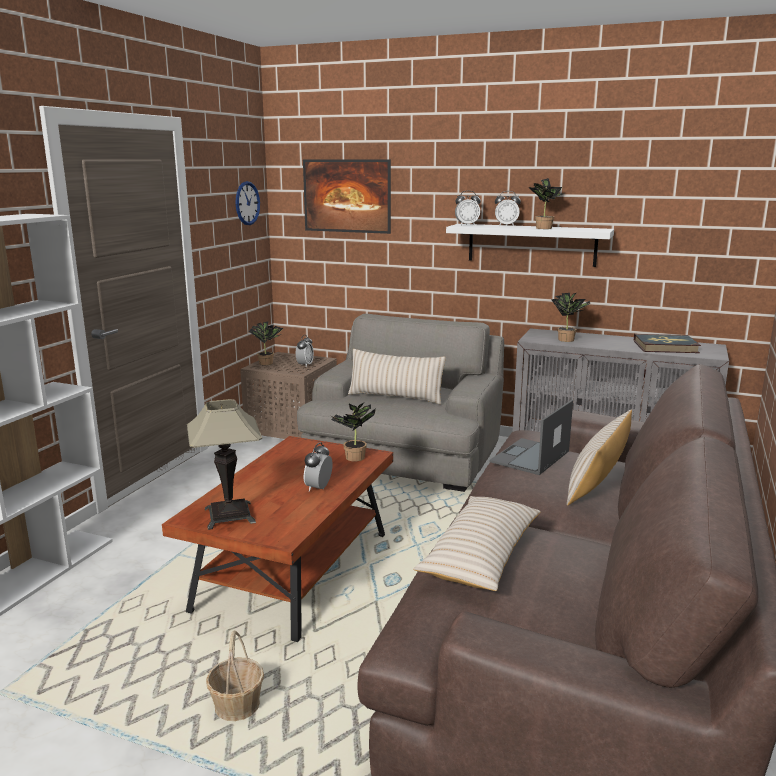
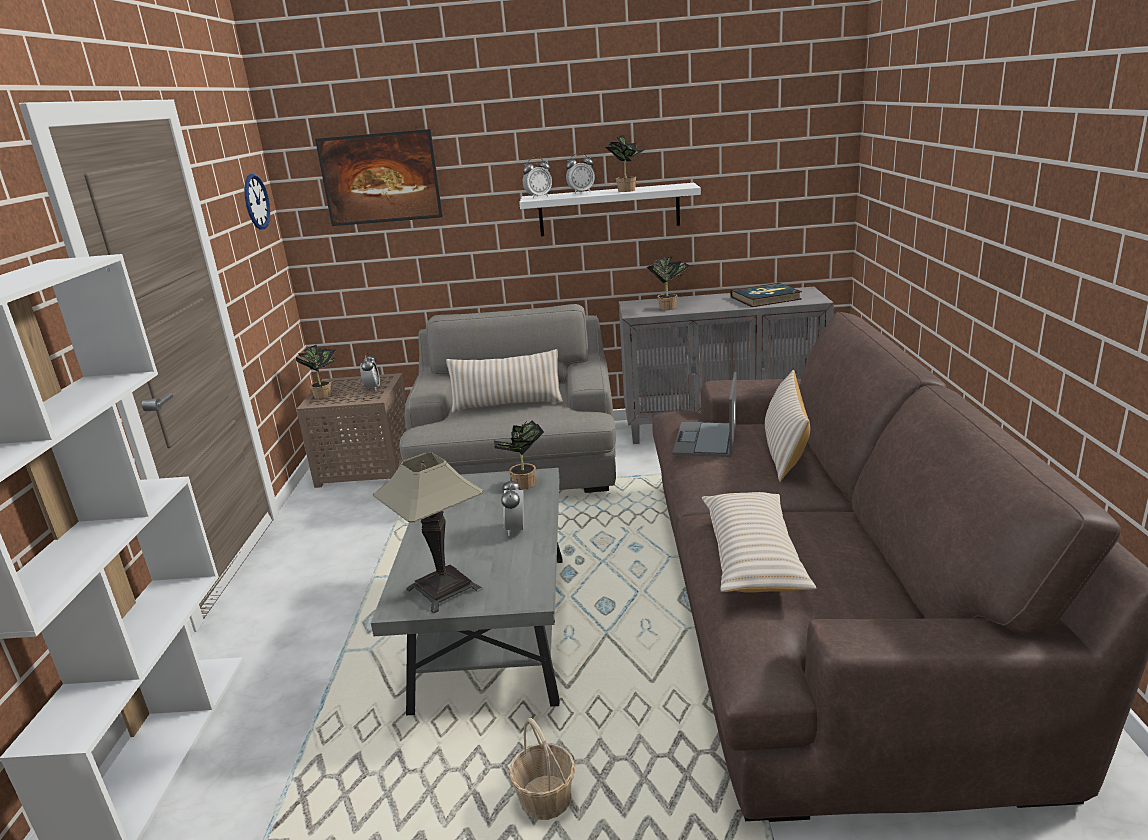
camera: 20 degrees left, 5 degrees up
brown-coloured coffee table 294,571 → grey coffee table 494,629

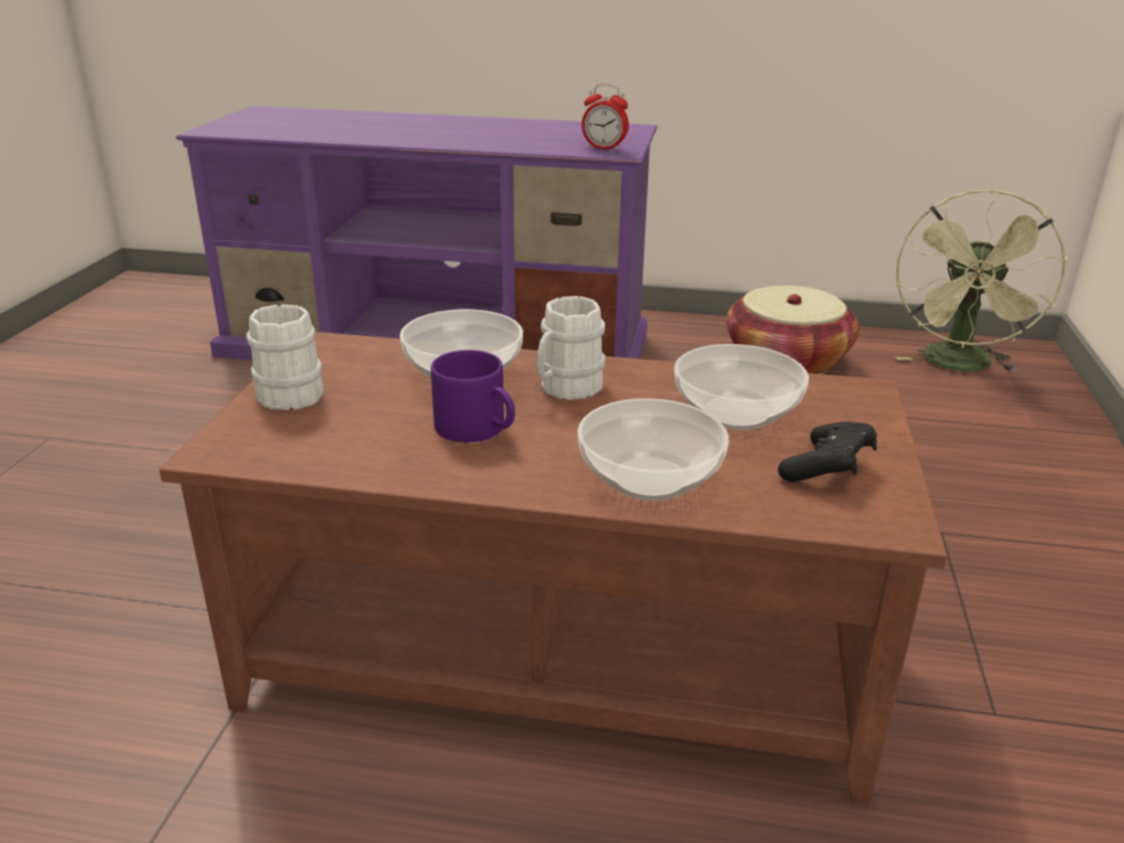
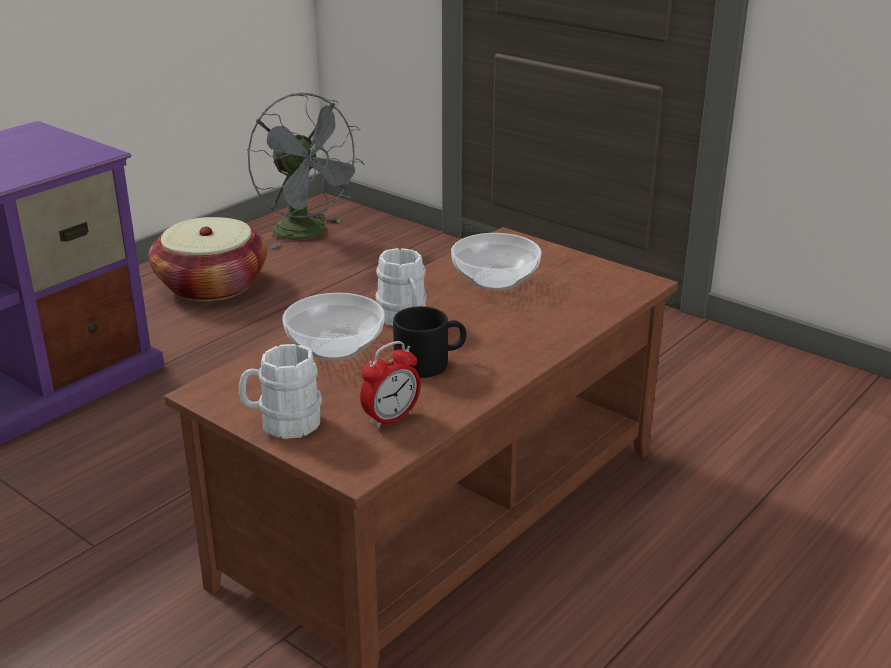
camera: 60 degrees left, 0 degrees up
purple-coloured mug 479,429 → black mug 430,362
bowl 650,480 → -
alarm clock 604,148 → alarm clock 391,418, moved
black game controller 827,470 → -
greenish fan 959,366 → grey fan 309,234

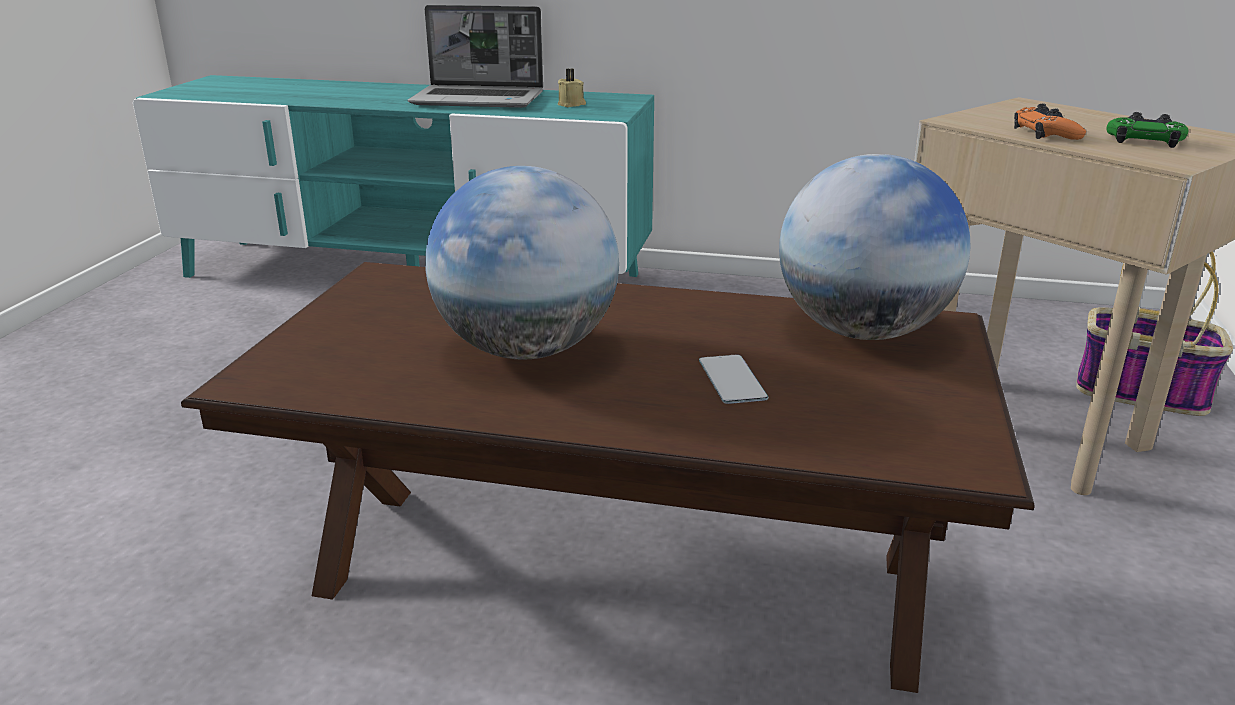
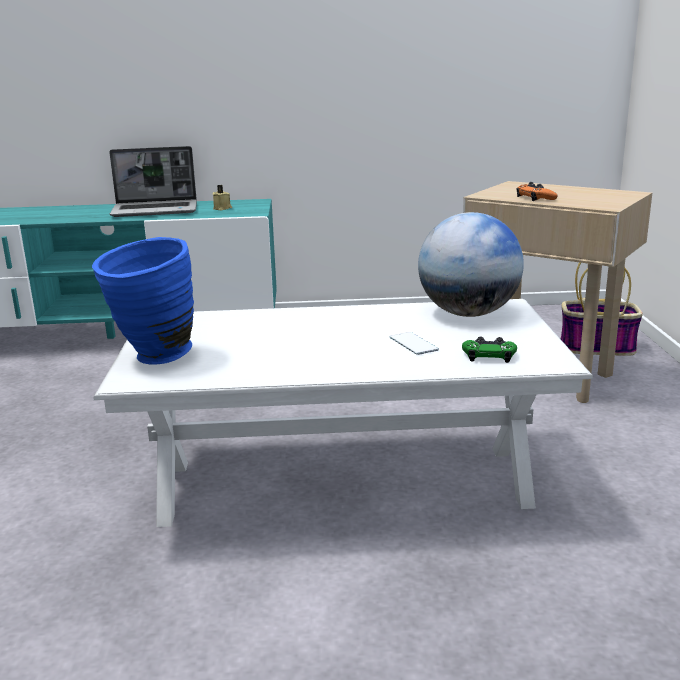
camera: 15 degrees left, 5 degrees down
brown-coloured coffee table 616,577 → white-coloured coffee table 343,484
globe 527,349 → -
greenish game controller 1144,140 → greenish game controller 489,355, moved
- → blue-coloured vase 153,359

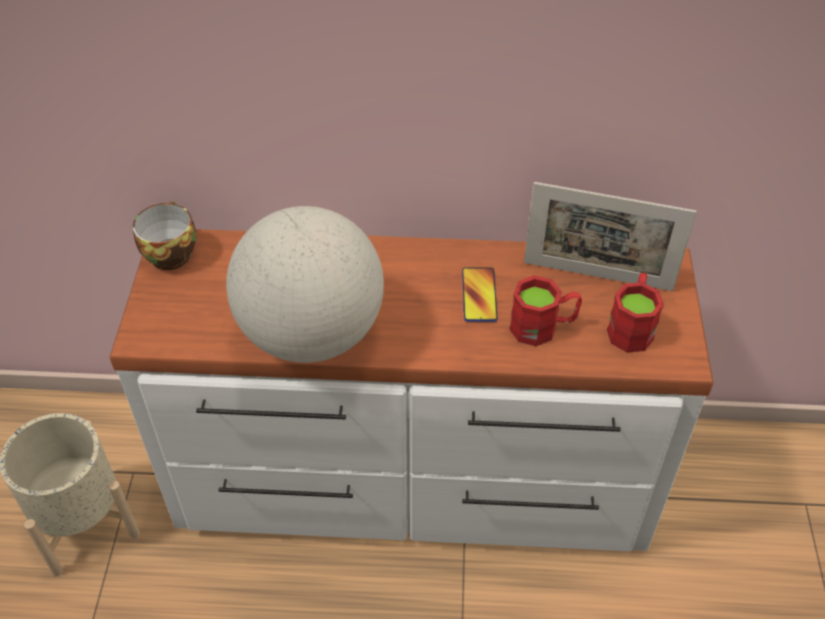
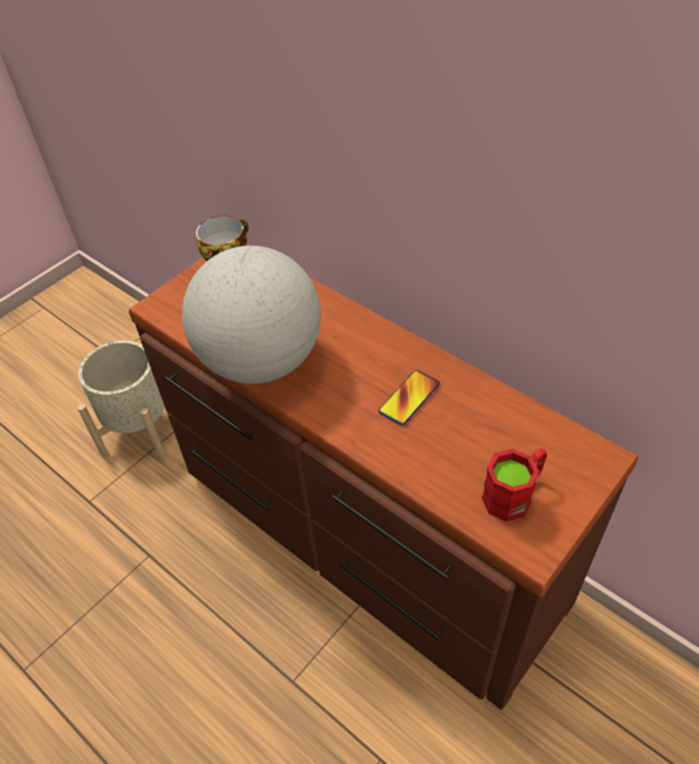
camera: 40 degrees right, 0 degrees up
white-coloured drawer chest 412,481 → brown-coloured drawer chest 362,532
red mug 543,327 → -
picture frame 597,276 → -

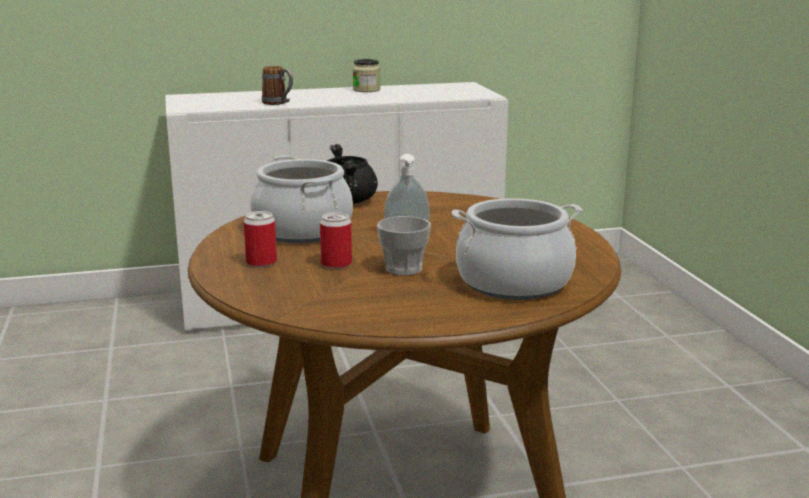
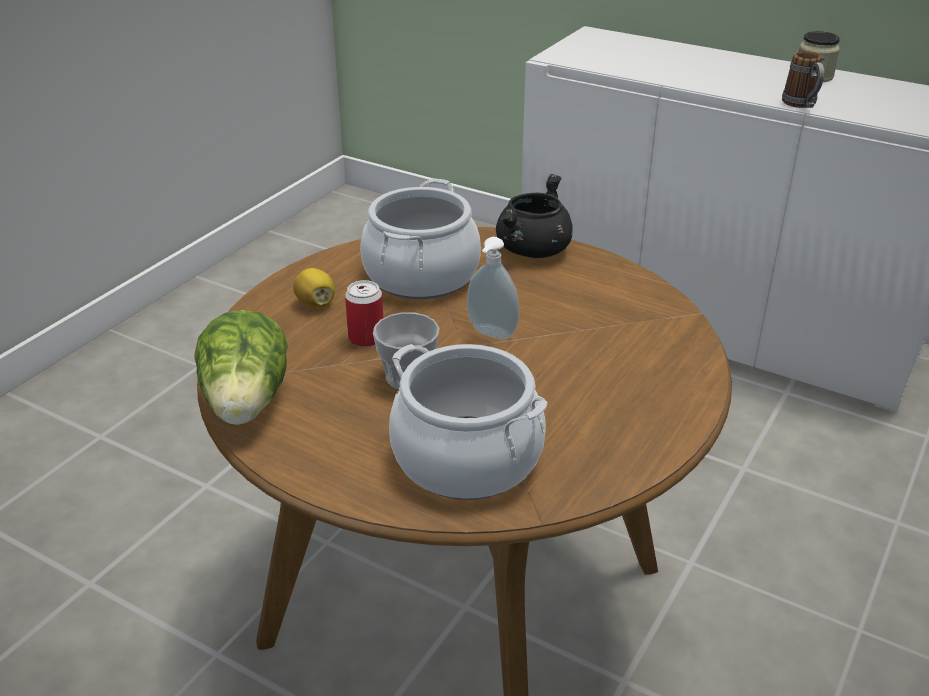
camera: 45 degrees right, 15 degrees up
sealed can 261,262 → citrus fruit 316,303
mug 278,103 → mug 802,105, moved
- → lettuce 247,404

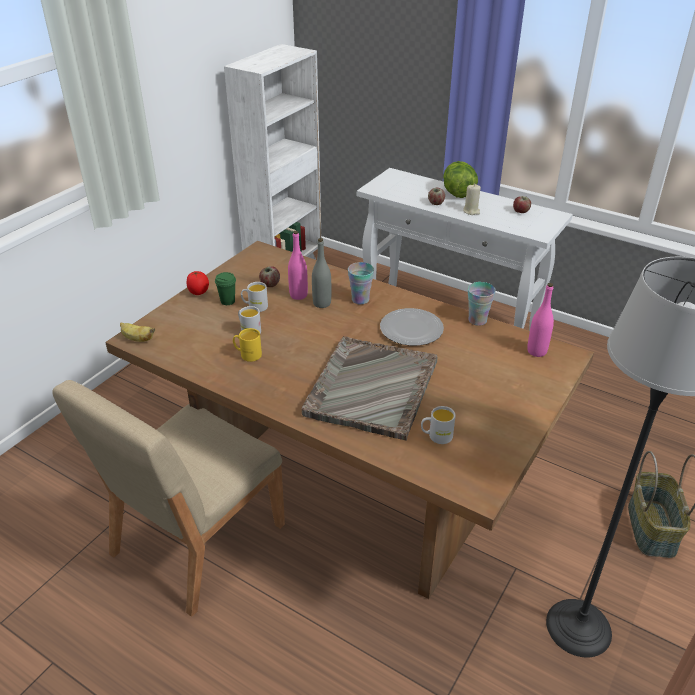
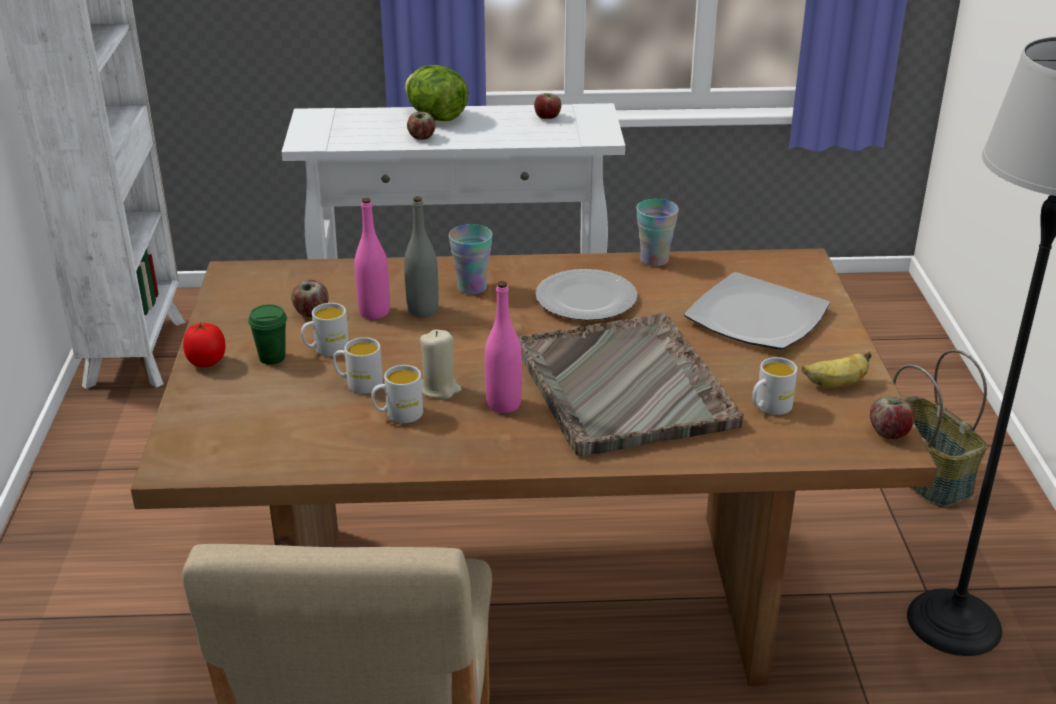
camera: 35 degrees left, 5 degrees down
banana 137,339 → banana 835,384, moved
yellow mug 247,355 → white-coloured mug 398,414
sand-coloured wax candle 471,211 → sand-coloured wax candle 439,388, moved
pink beverage bottle 536,351 → pink beverage bottle 503,404, moved
- → plate 757,318
- → apple 889,433

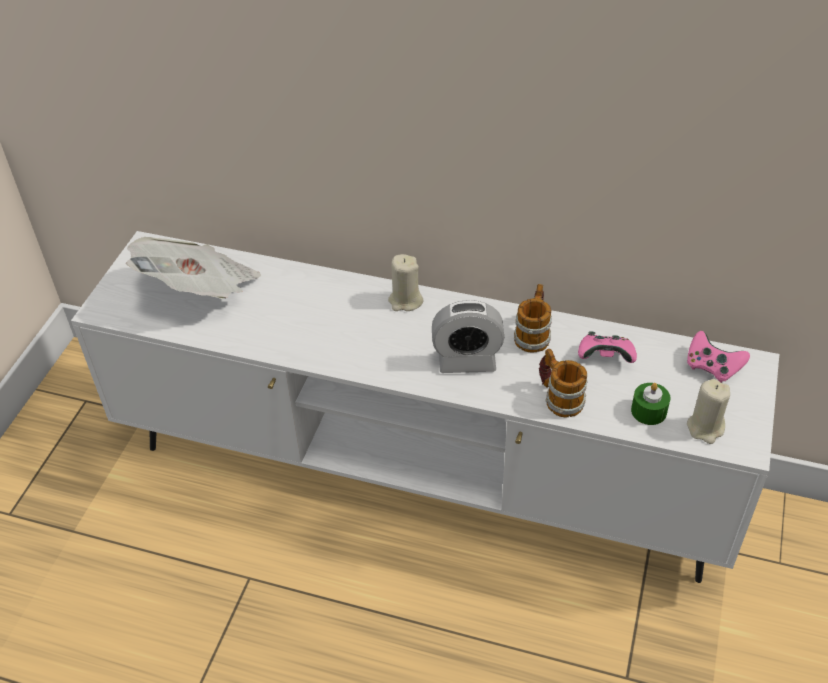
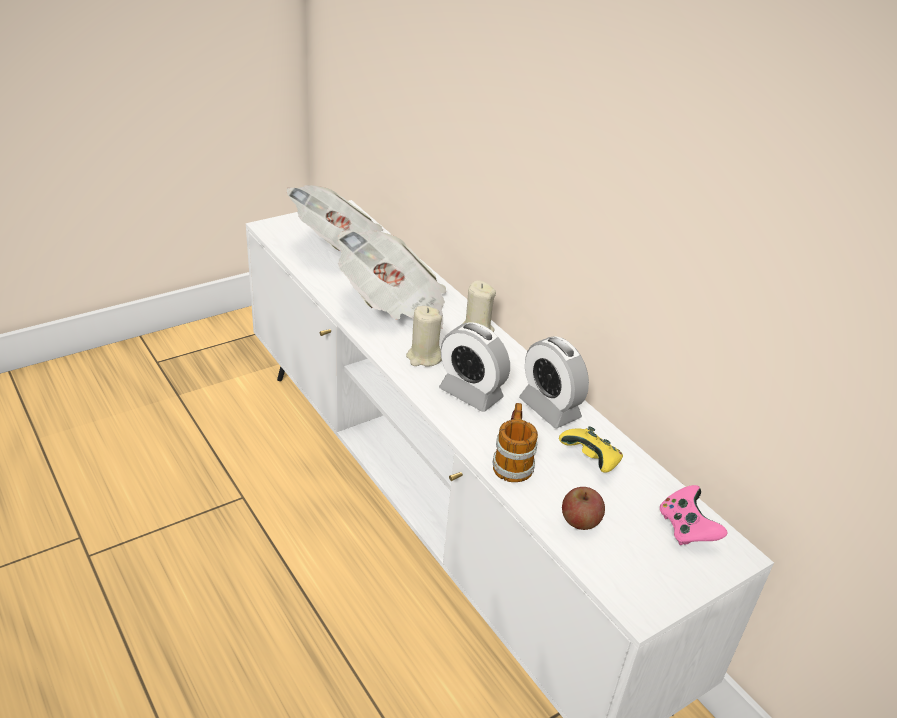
camera: 35 degrees right, 10 degrees down
mug 533,334 → alarm clock 549,408
pink game controller 605,358 → yellow game controller 591,461
greenish wax candle 648,411 → apple 580,521
sand-coloured wax candle 705,428 → sand-coloured wax candle 424,357, moved
- → daily paper 394,306

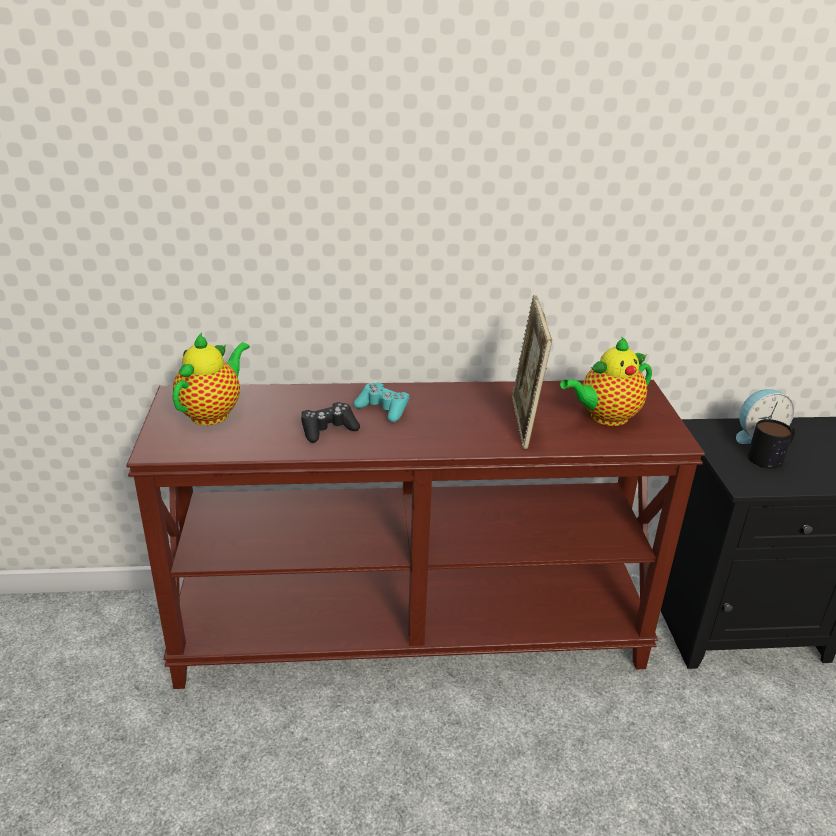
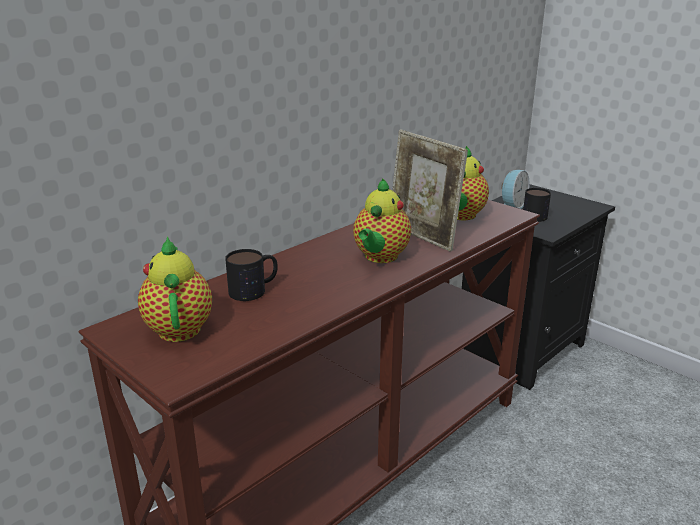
camera: 40 degrees left, 5 degrees down
black game controller 328,430 → -
blue-green game controller 383,409 → -
- → mug 254,289
- → tea pot 380,257

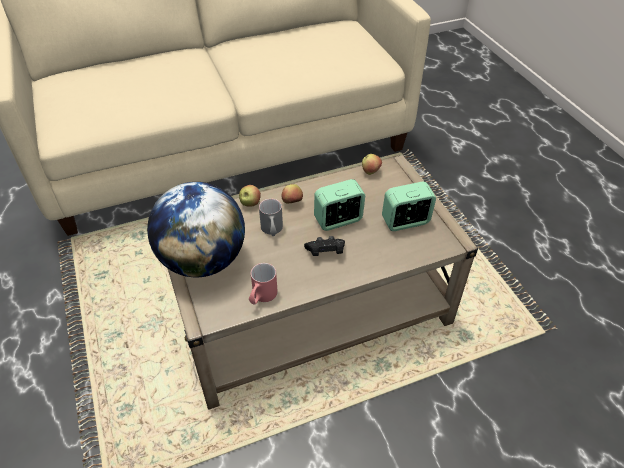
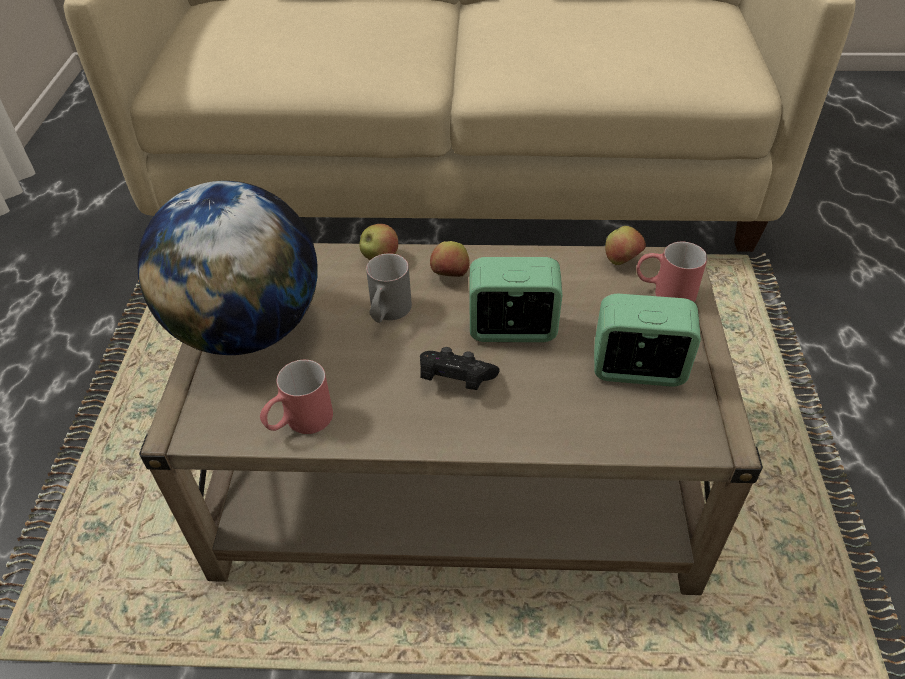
camera: 25 degrees right, 0 degrees up
- → red mug 664,292

